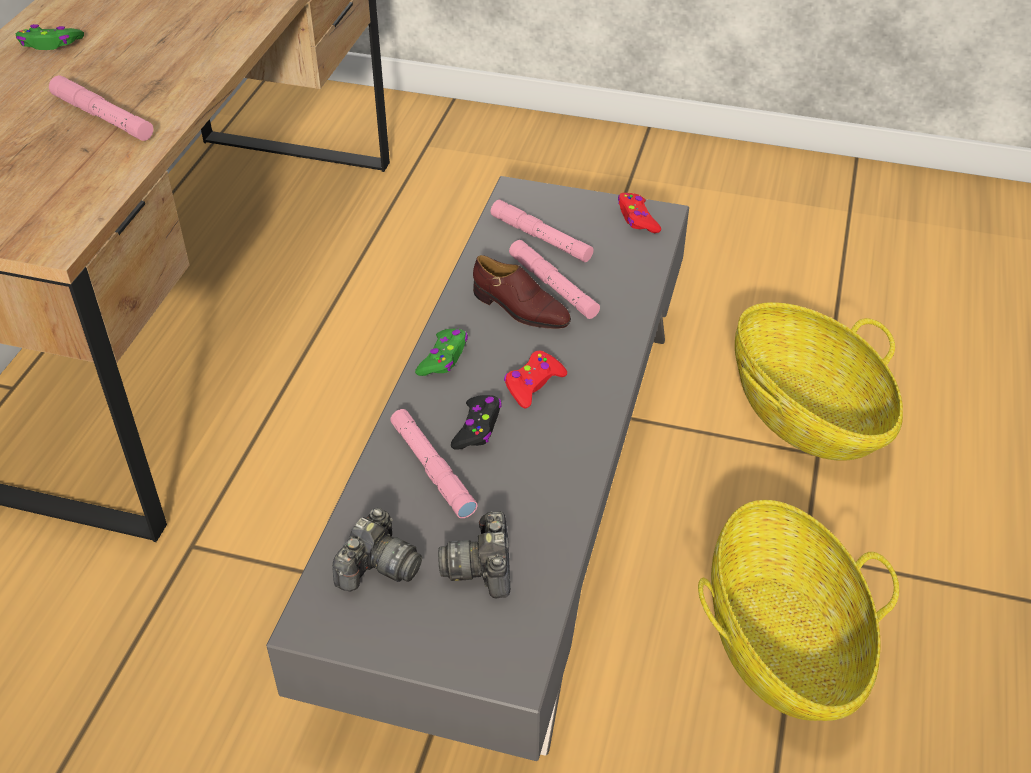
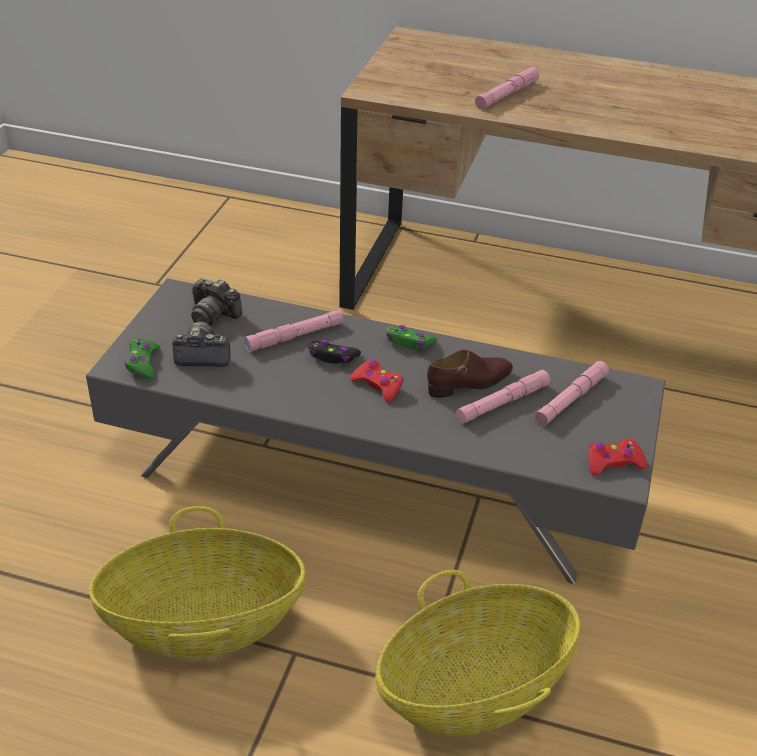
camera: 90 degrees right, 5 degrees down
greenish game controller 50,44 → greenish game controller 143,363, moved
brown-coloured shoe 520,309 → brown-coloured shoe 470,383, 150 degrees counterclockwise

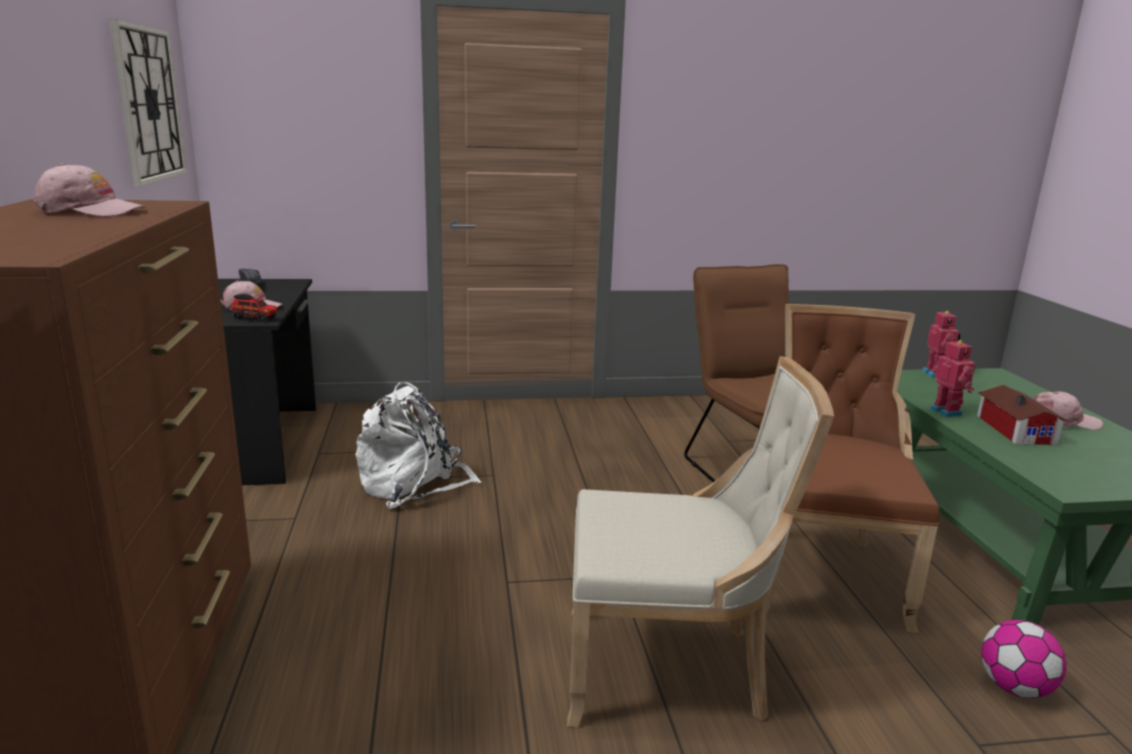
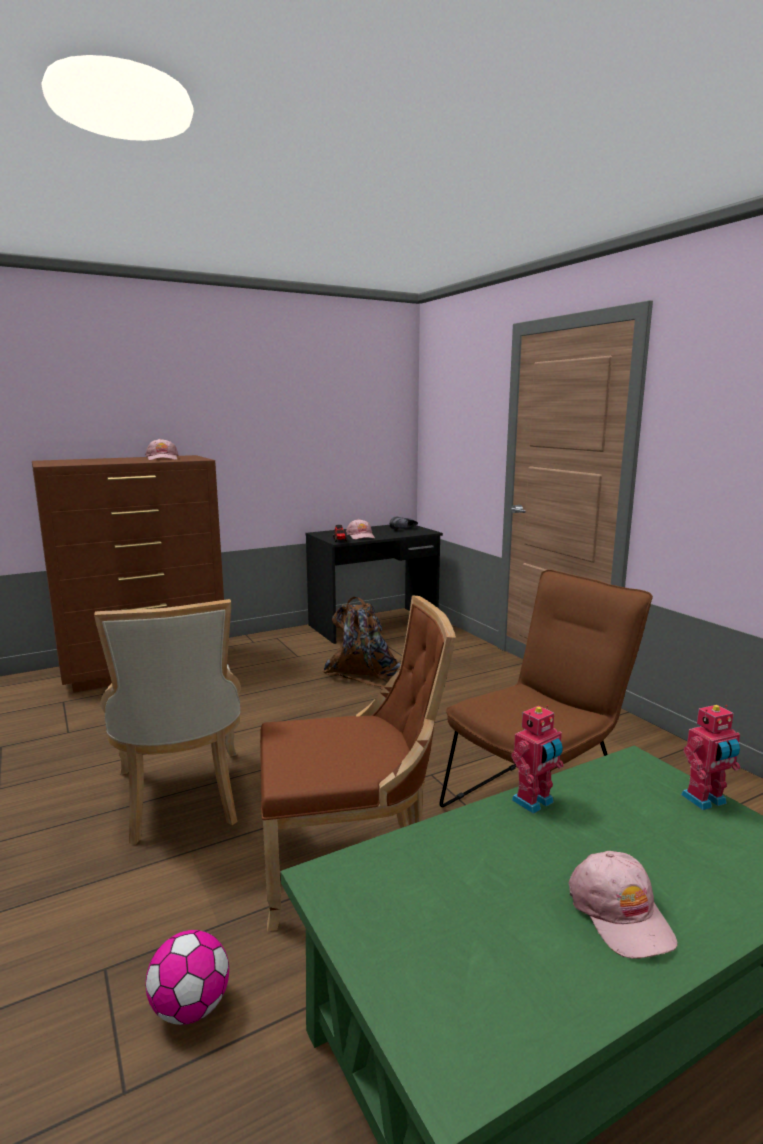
camera: 70 degrees right, 5 degrees down
clock on the wall 149,104 → -
white-coloured knapsack 414,483 → brown-coloured knapsack 364,672
model house 1016,429 → -

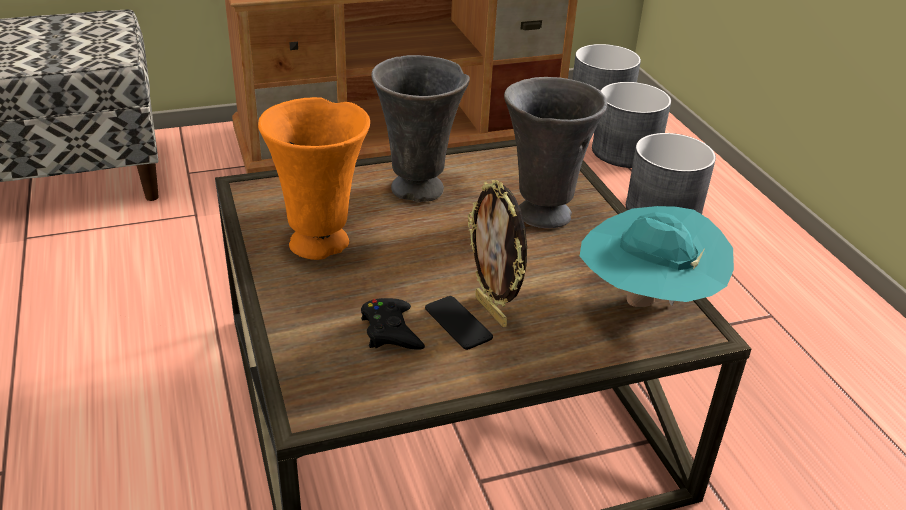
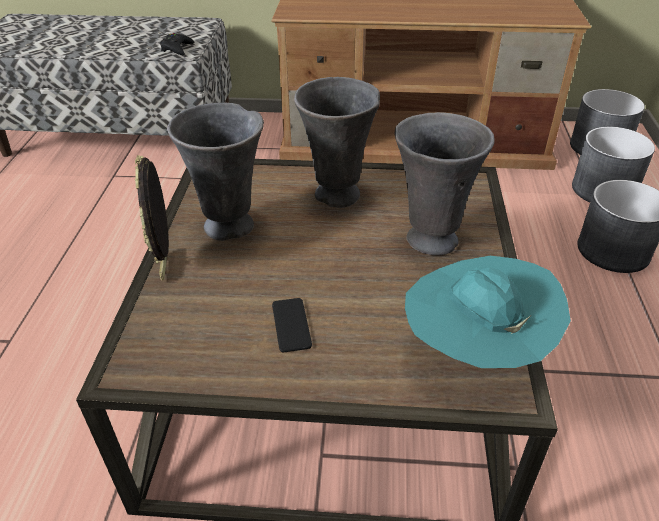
camera: 25 degrees right, 5 degrees up
orange-coloured vase 321,244 → grey vase 231,227
black game controller 391,331 → black game controller 177,48, moved
picture frame 492,311 → picture frame 166,266, moved

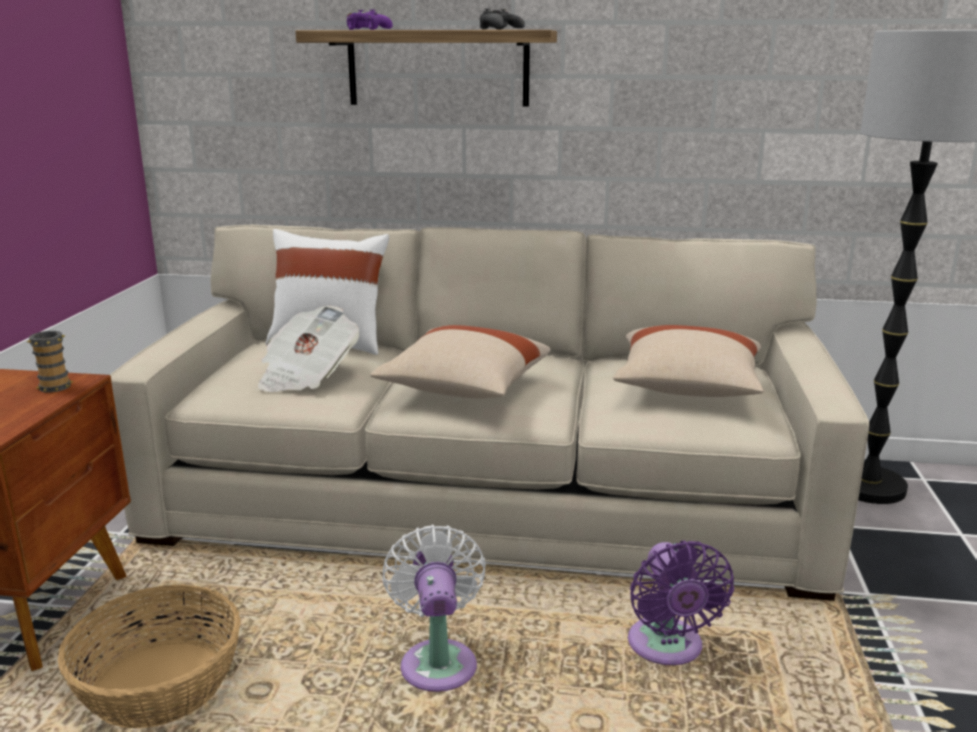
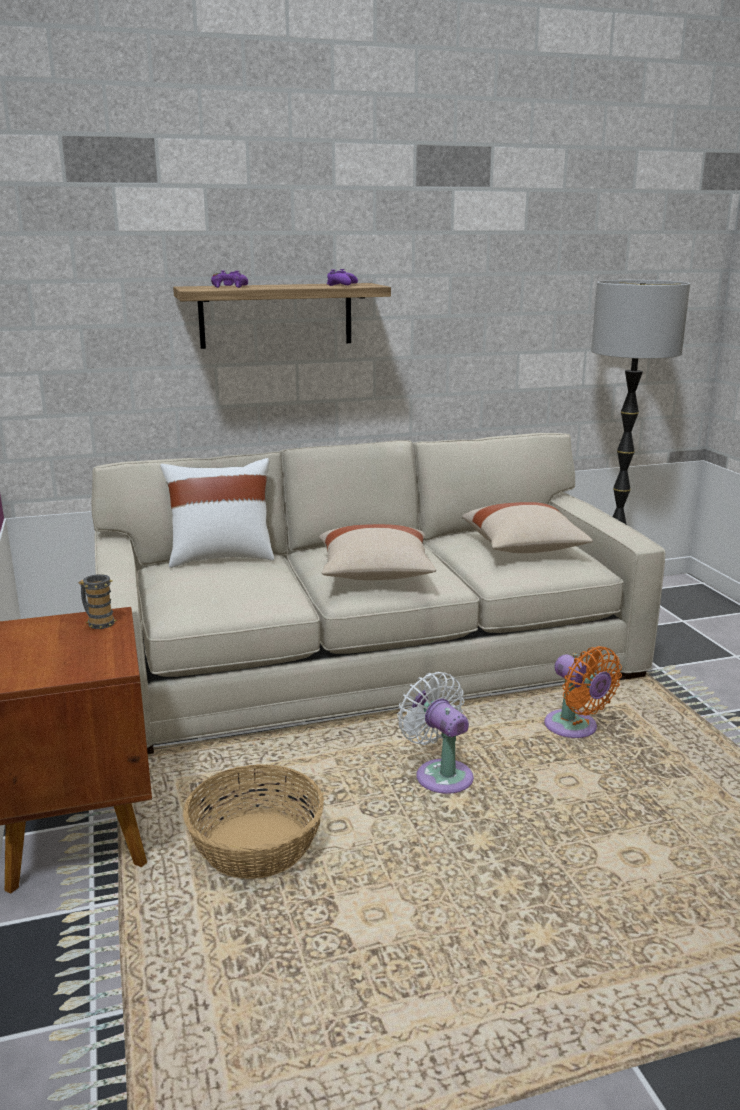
camera: 25 degrees left, 0 degrees up
daily paper 306,376 → -
black game controller 500,29 → purple-coloured game controller 341,285
purple-coloured fan 667,649 → orange-coloured fan 574,729

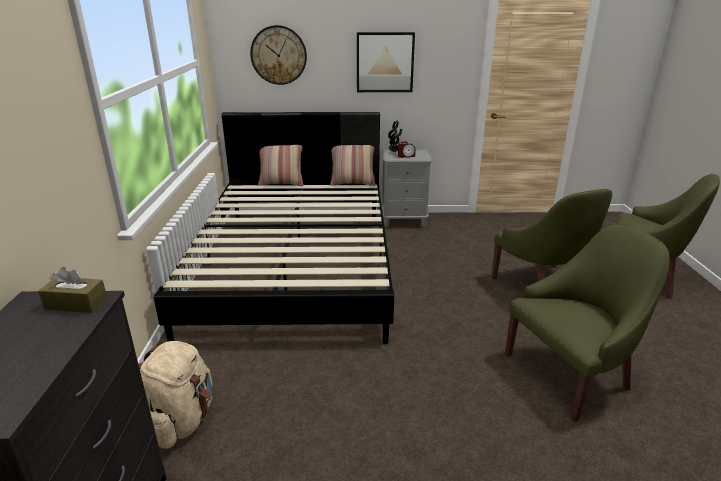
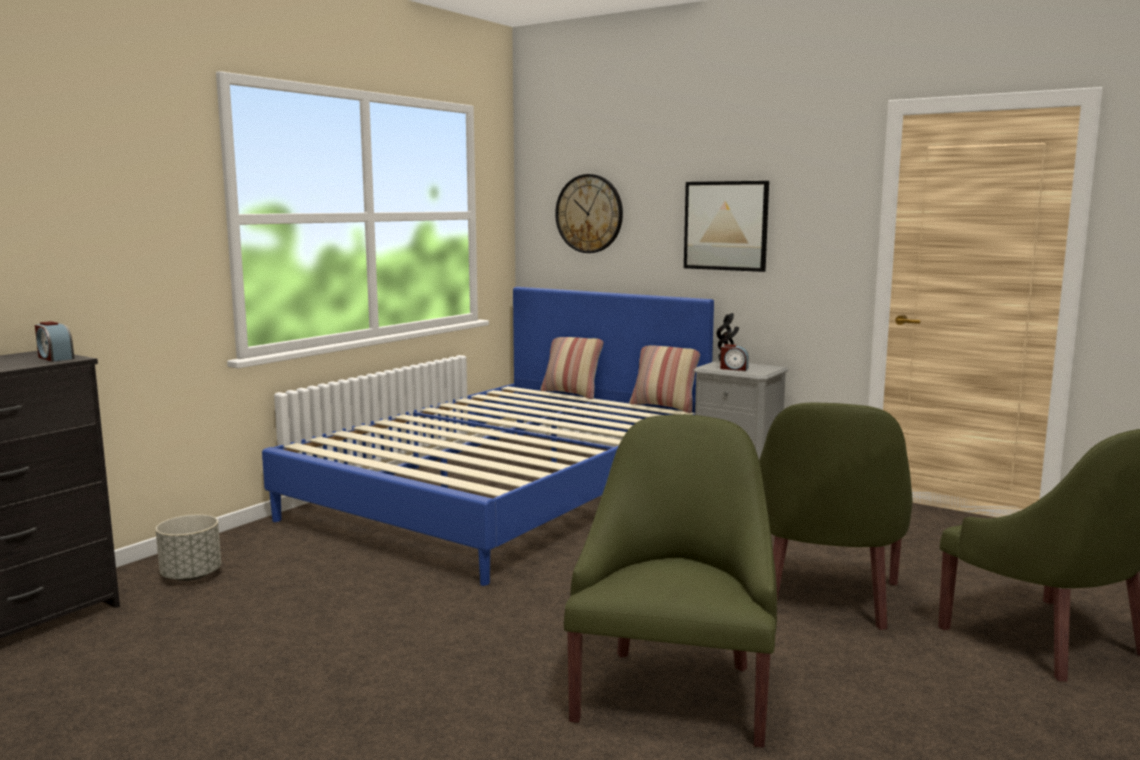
camera: 35 degrees right, 15 degrees down
brown-coloured tissue box 76,304 → alarm clock 55,358
sand-coloured knapsack 181,421 → grey planter 191,575
black sleeping bed 296,265 → blue-coloured sleeping bed 509,492
greenish armchair 570,374 → greenish armchair 674,692, 90 degrees counterclockwise

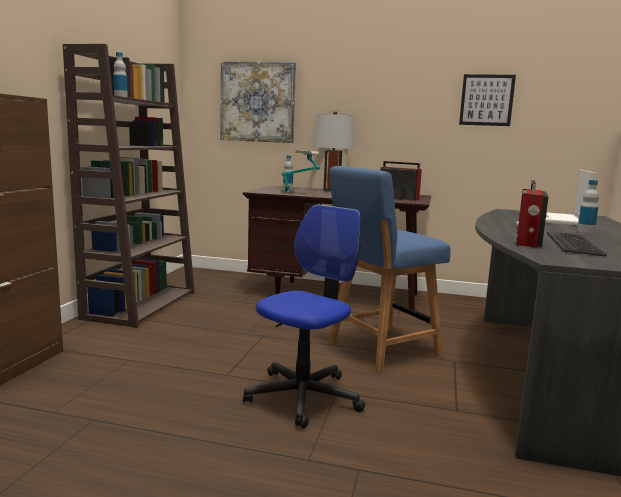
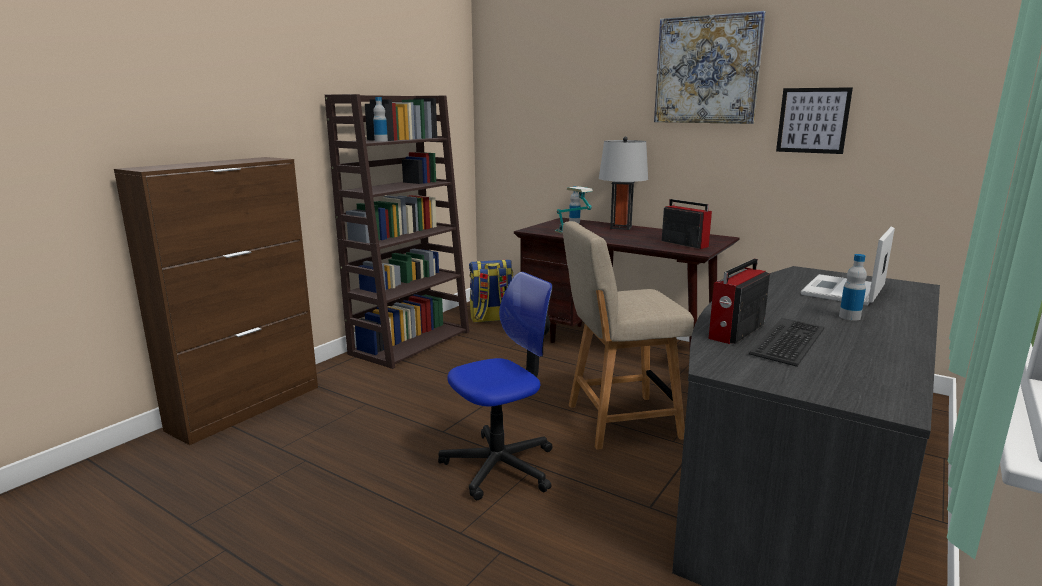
camera: 20 degrees right, 5 degrees up
picture 258,102 → picture 707,70, moved
blue-coloured chair 379,349 → sand-coloured chair 617,422
- → knapsack 491,319

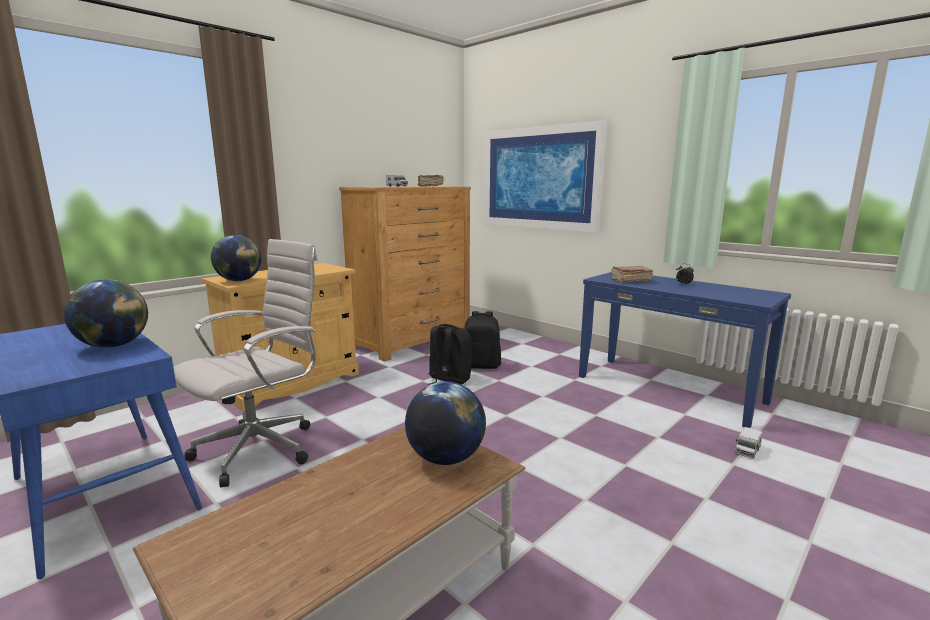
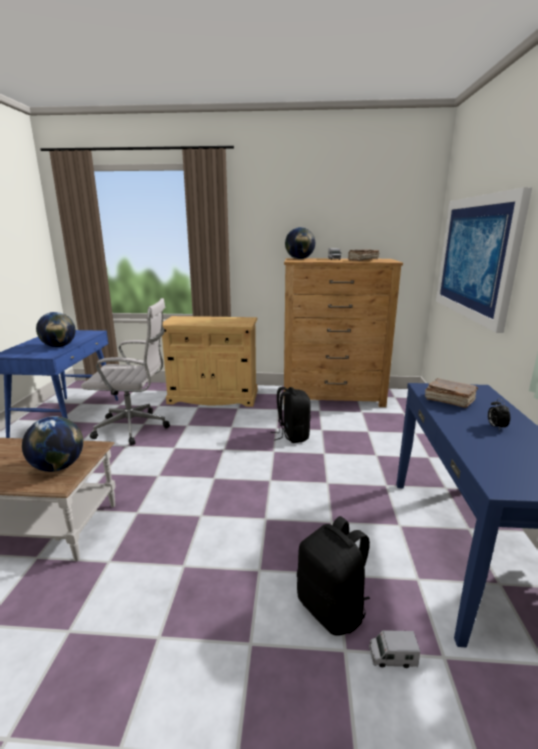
camera: 50 degrees right, 5 degrees up
globe 239,281 → globe 299,259, moved
black knapsack 481,366 → black knapsack 332,608, moved

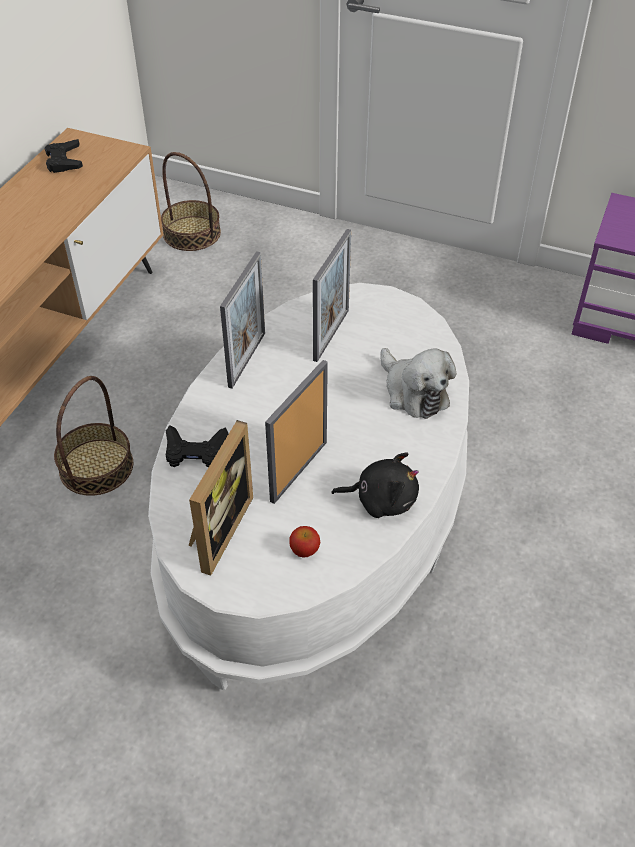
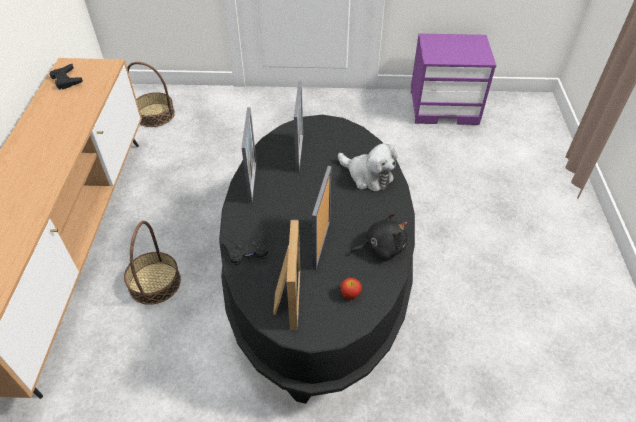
camera: 20 degrees left, 0 degrees up
white-coloured coffee table 317,526 → black coffee table 318,278

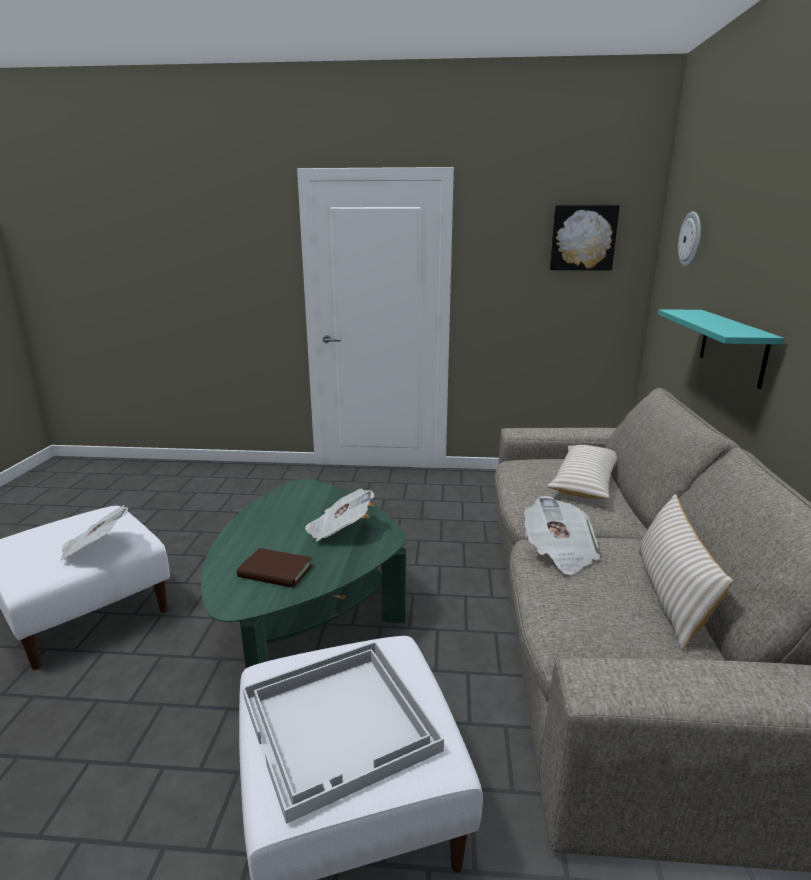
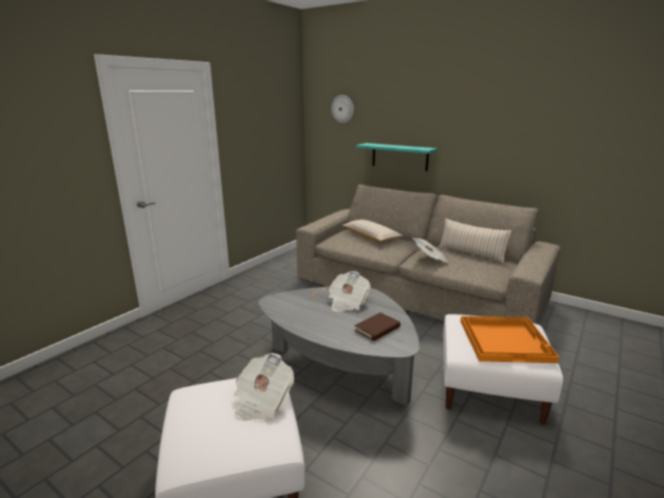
camera: 60 degrees left, 0 degrees up
greenish coffee table 307,614 → grey coffee table 340,367
white-coloured carrying tray 340,724 → orange-coloured carrying tray 505,340
picture 583,238 → -

